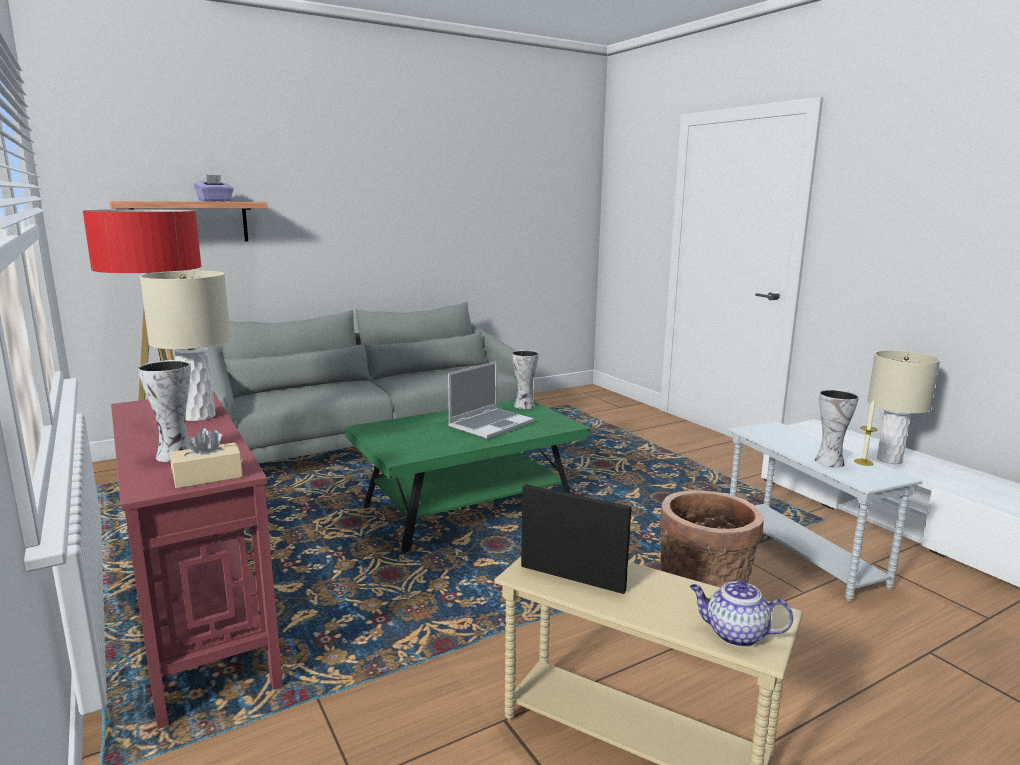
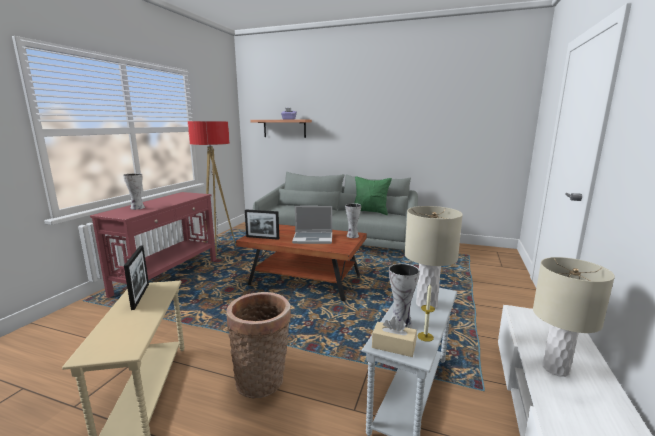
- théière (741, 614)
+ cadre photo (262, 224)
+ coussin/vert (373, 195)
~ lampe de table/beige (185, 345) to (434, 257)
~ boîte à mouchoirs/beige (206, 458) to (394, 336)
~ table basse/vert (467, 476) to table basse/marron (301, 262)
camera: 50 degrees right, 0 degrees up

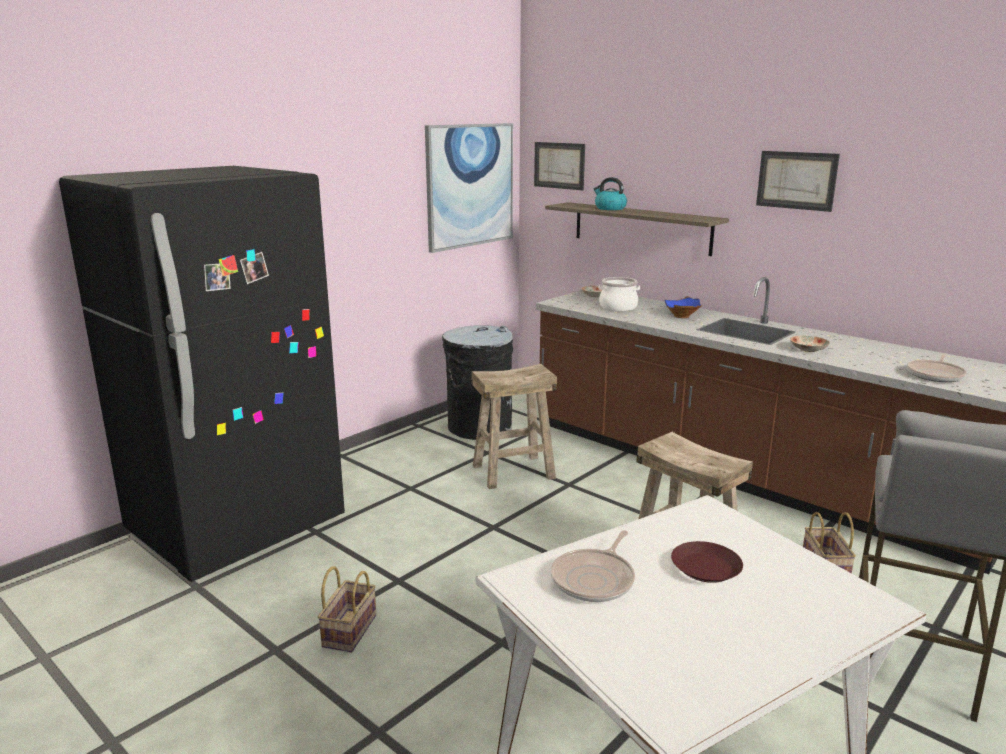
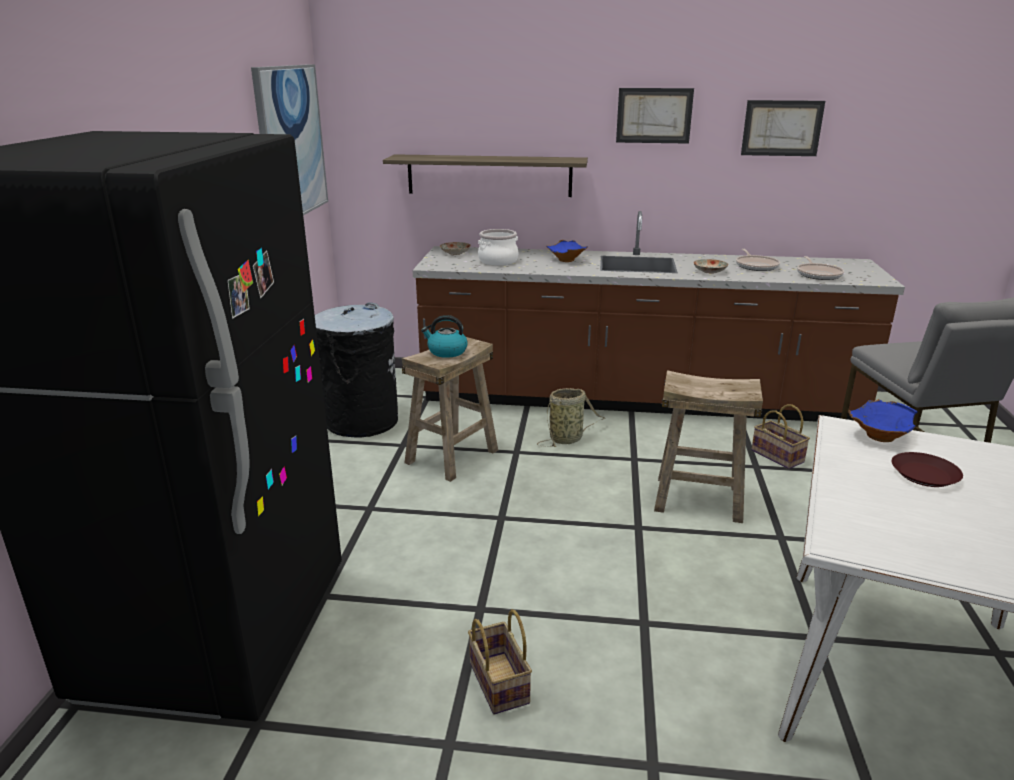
+ panier (571, 417)
+ bol/bleu (882, 420)
~ tableau (559, 166) to (783, 128)
~ poêle (593, 566) to (758, 260)
~ bouilloire (610, 193) to (444, 336)
camera: 35 degrees left, 5 degrees up

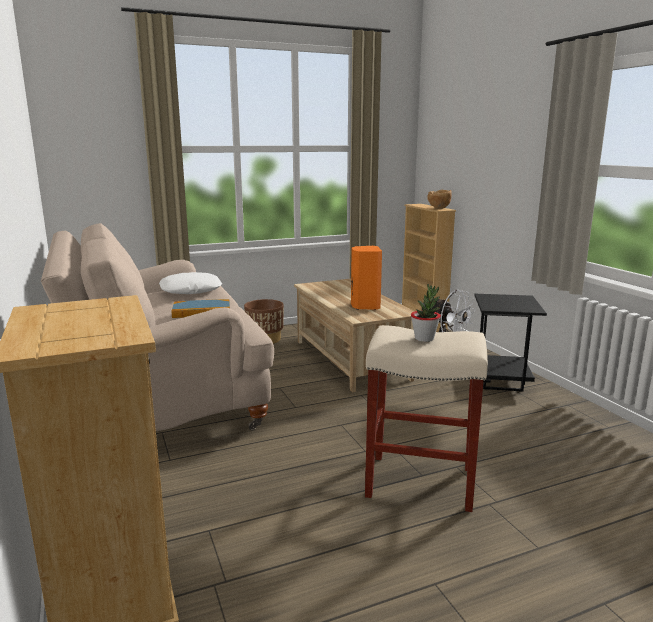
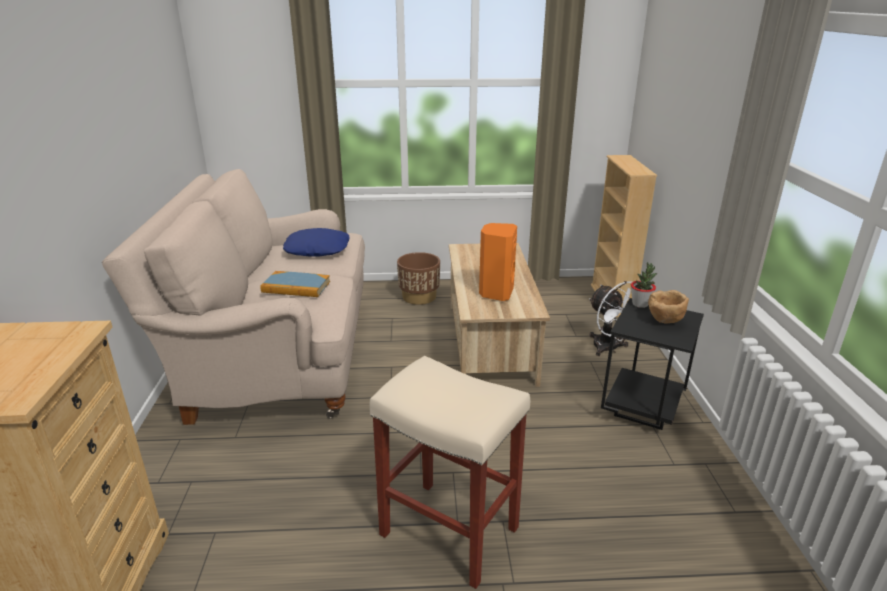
~ plante en pot (426, 313) to (644, 285)
~ bol/marron (439, 199) to (668, 307)
~ coussin/blanc (190, 283) to coussin/bleu (316, 242)
camera: 20 degrees right, 10 degrees up

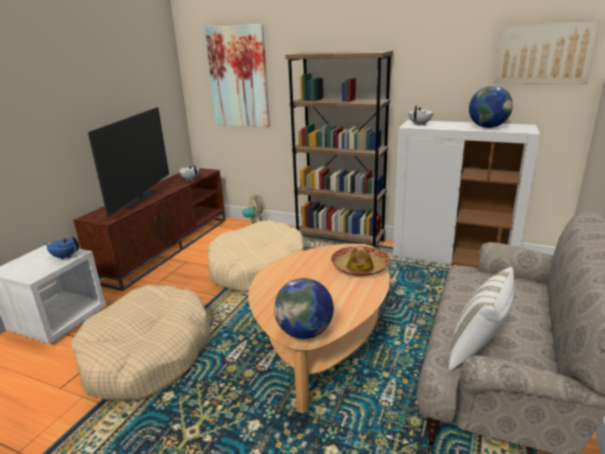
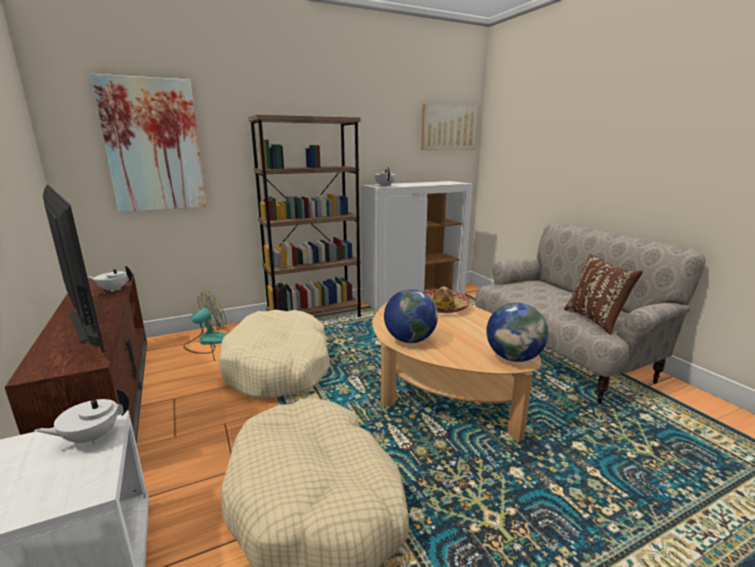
~ globe (491, 107) to (411, 316)
~ théière/bleu (61, 248) to théière/blanc (81, 416)
~ coussin/blanc (481, 319) to coussin/marron (603, 294)
camera: 50 degrees left, 5 degrees down

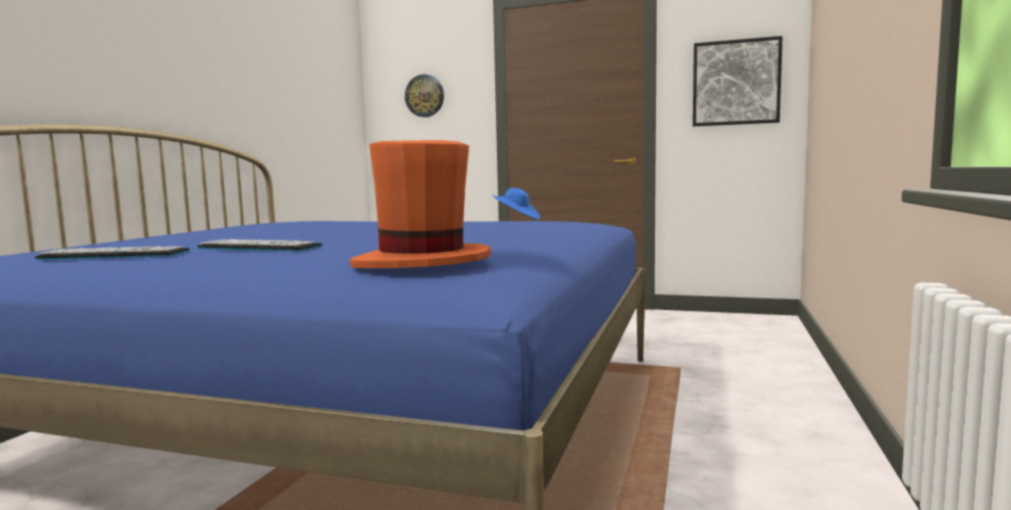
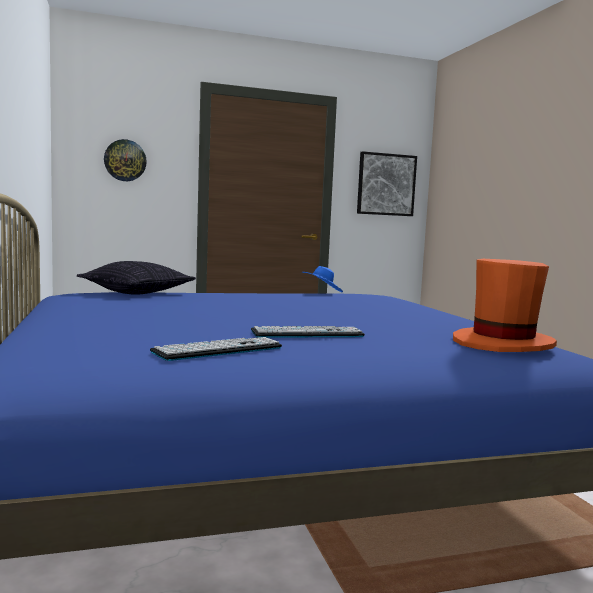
+ coussin (136, 278)
camera: 35 degrees left, 0 degrees up

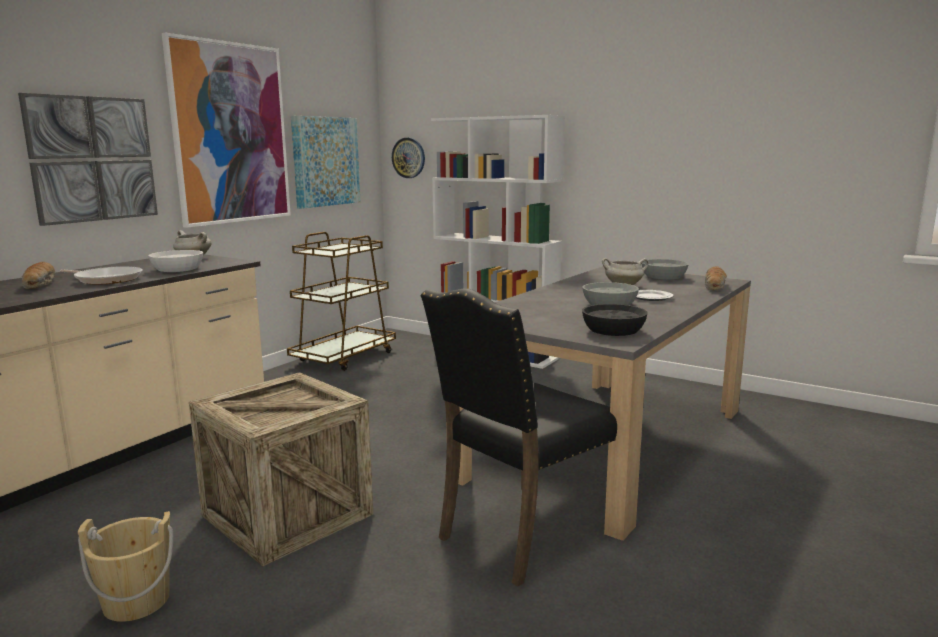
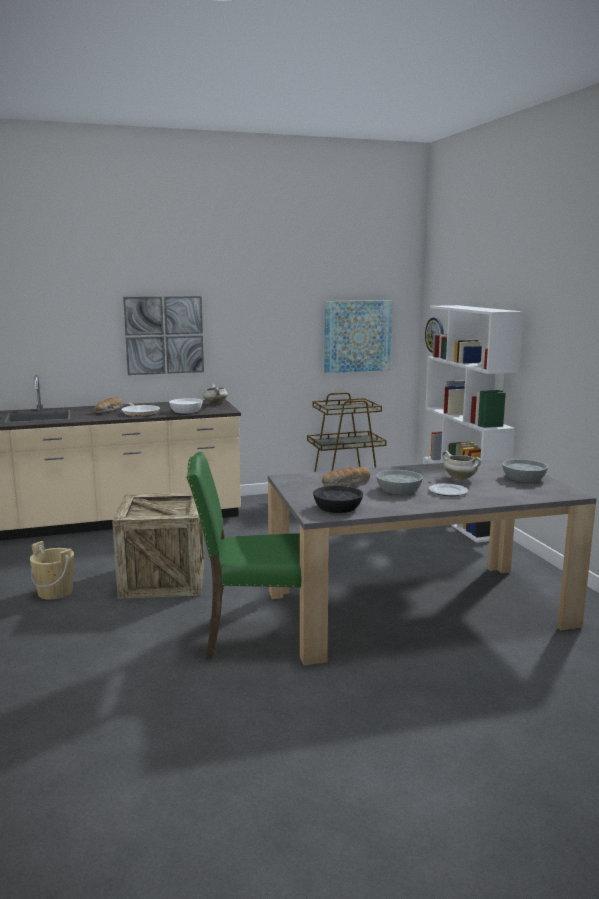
- tableau (226, 130)
~ pain (716, 278) to (346, 476)
~ chaise/noir (519, 438) to chaise/vert (243, 555)
camera: 40 degrees right, 0 degrees up

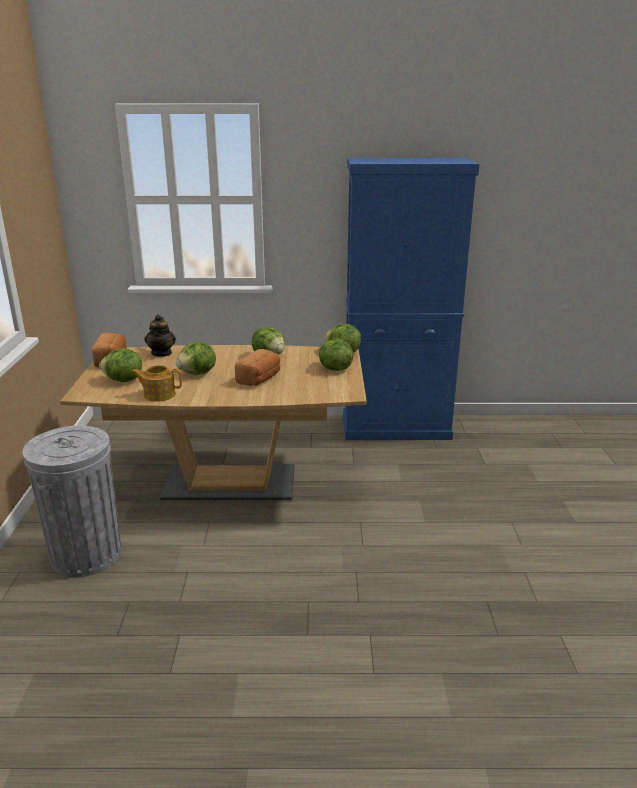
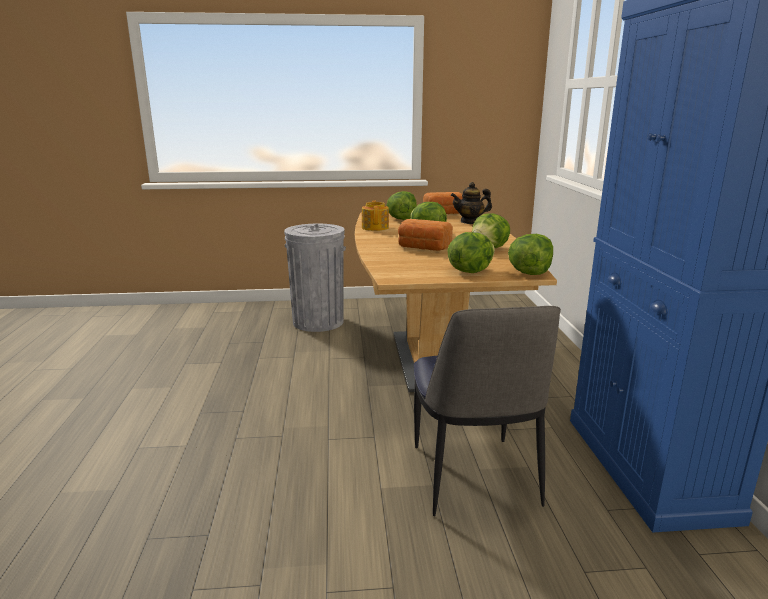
+ chaise (487, 411)
camera: 85 degrees right, 5 degrees down

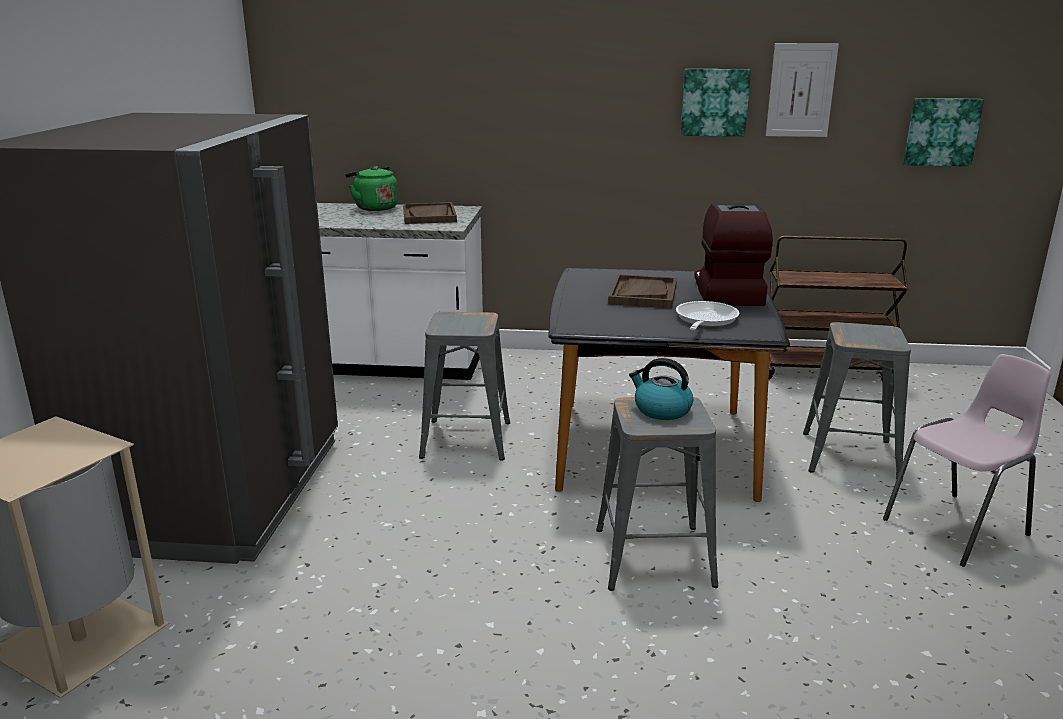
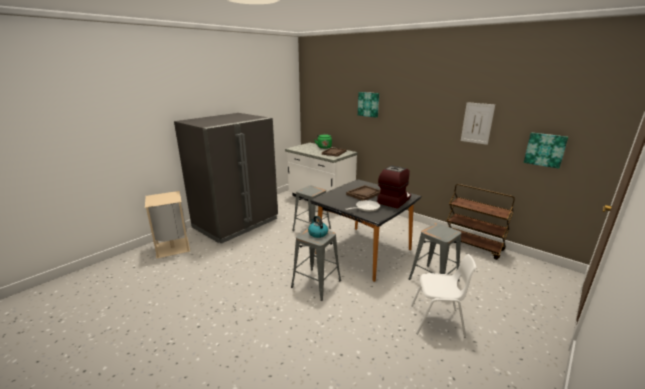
~ tableau (716, 102) to (368, 105)
~ chaise/rose (967, 460) to chaise/blanc (444, 296)
camera: 35 degrees right, 0 degrees up

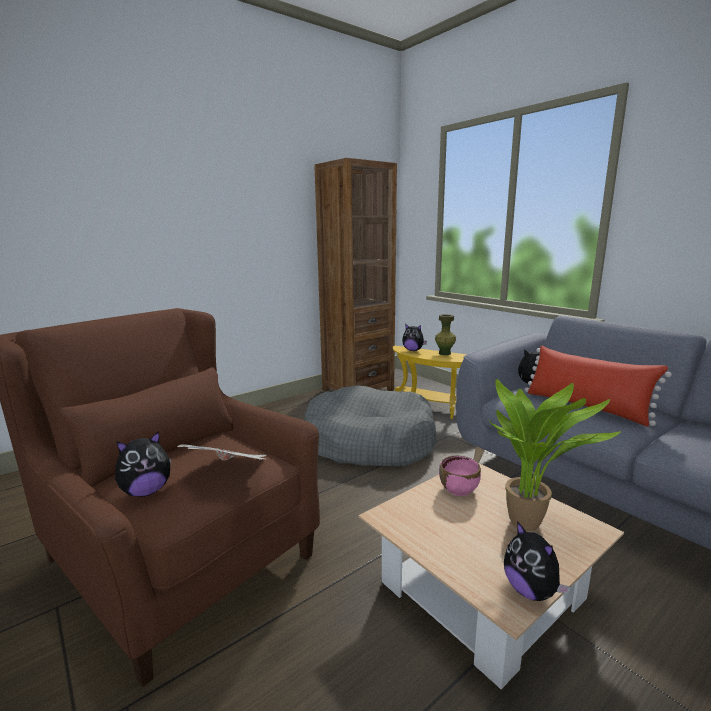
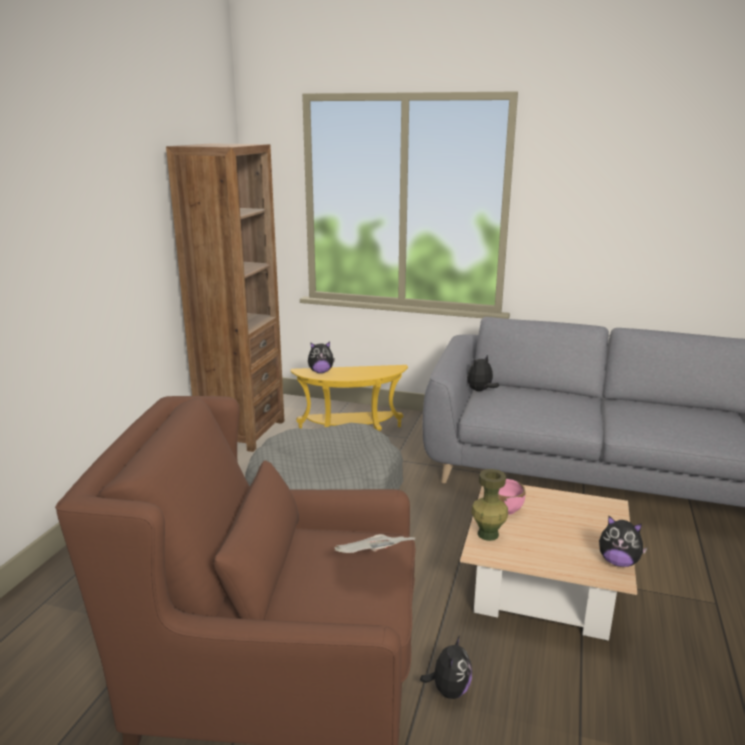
- plante en pot (554, 455)
- coussin/rouge (598, 386)
~ peluche (143, 464) to (446, 667)
~ vase/vert (445, 334) to (489, 505)
camera: 35 degrees left, 5 degrees up

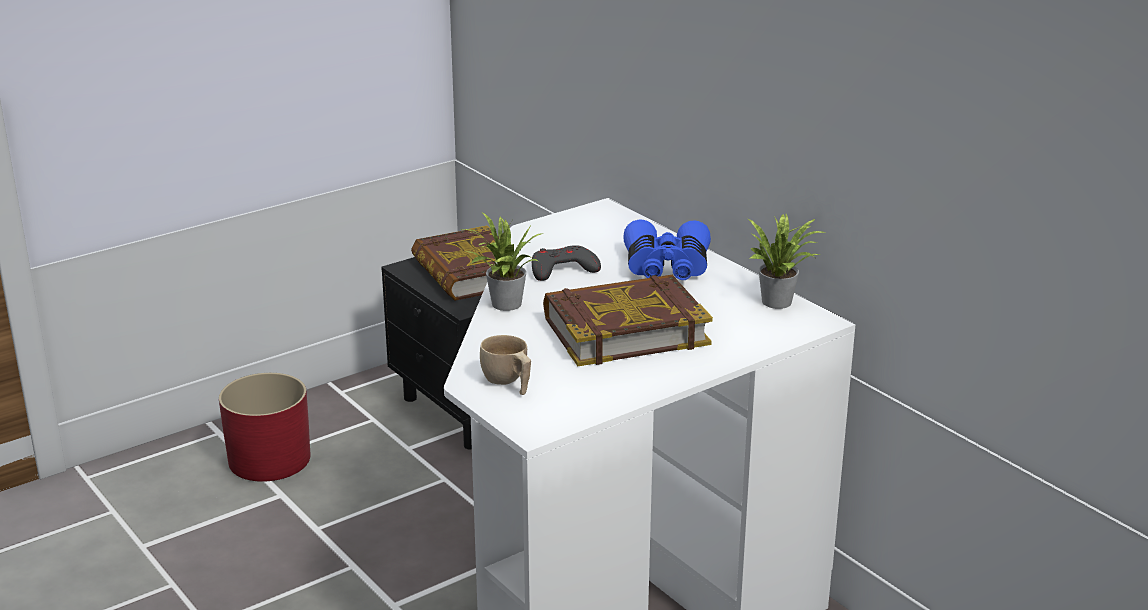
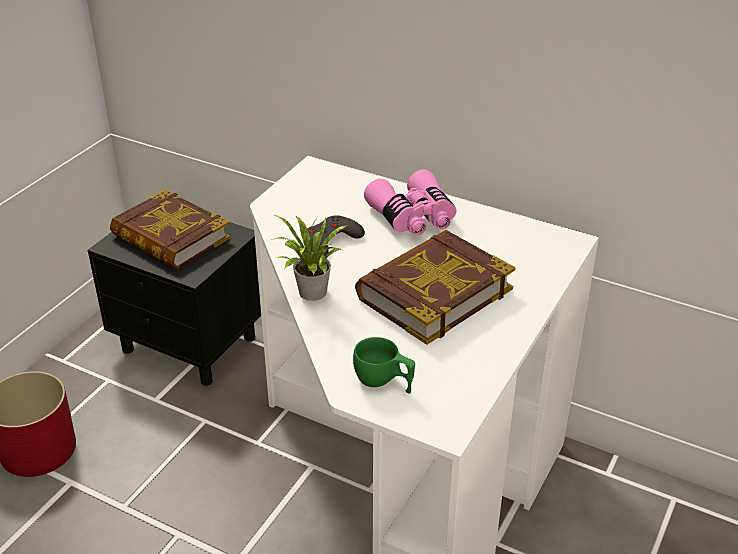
- plante en pot (786, 261)
~ tasse/beige (505, 365) to tasse/vert (384, 365)
~ jumelles/bleu (667, 249) to jumelles/rose (410, 202)
camera: 25 degrees left, 10 degrees up

